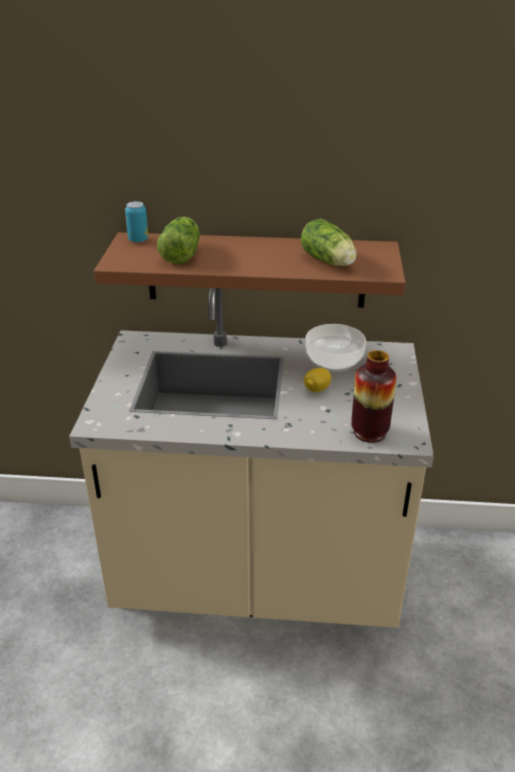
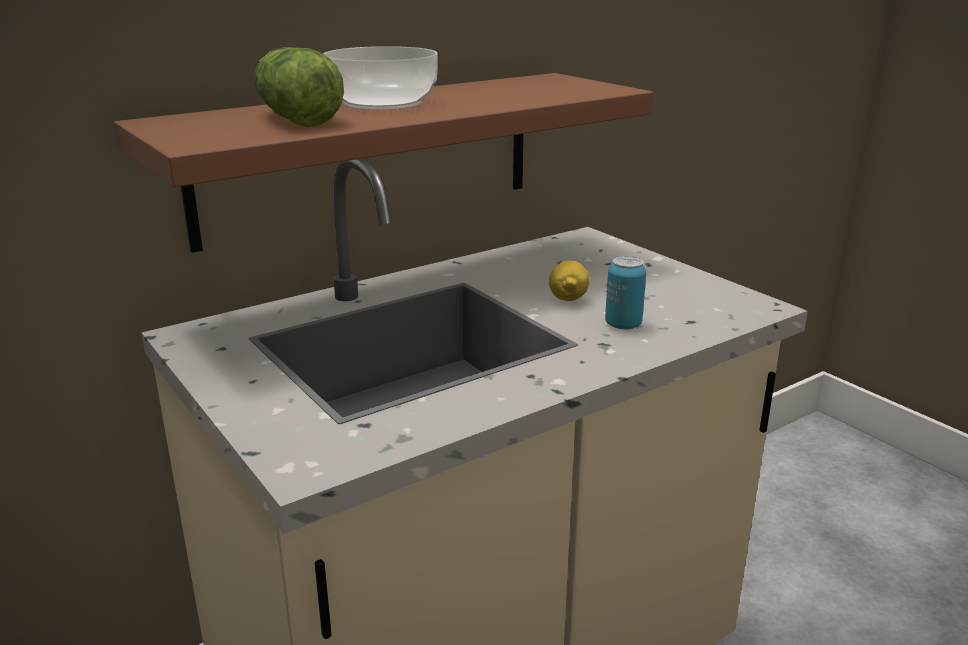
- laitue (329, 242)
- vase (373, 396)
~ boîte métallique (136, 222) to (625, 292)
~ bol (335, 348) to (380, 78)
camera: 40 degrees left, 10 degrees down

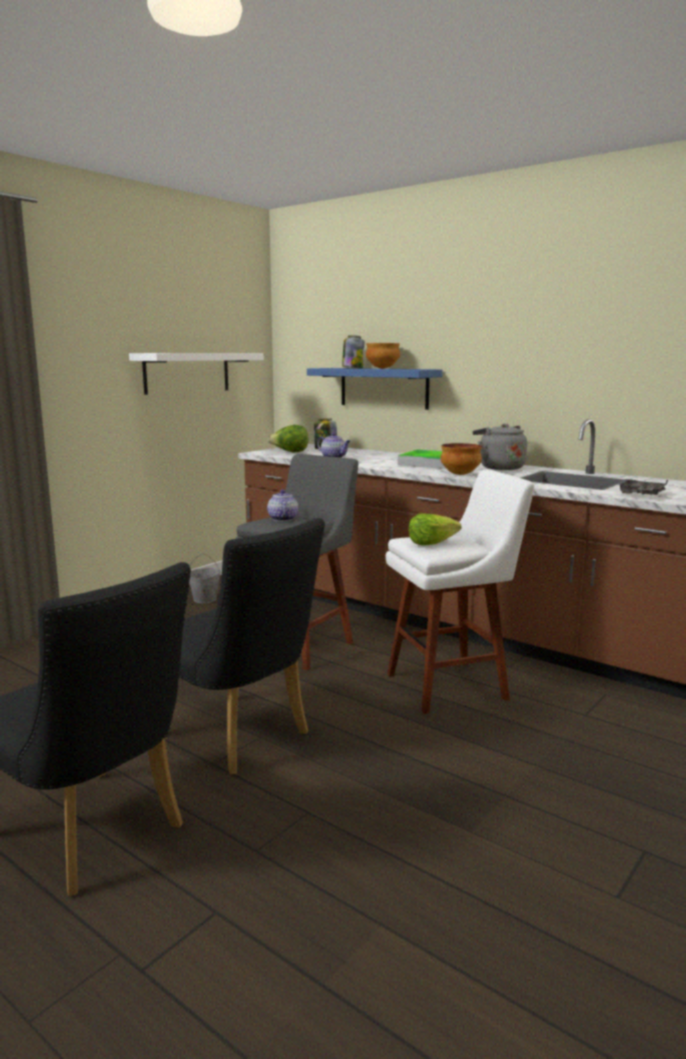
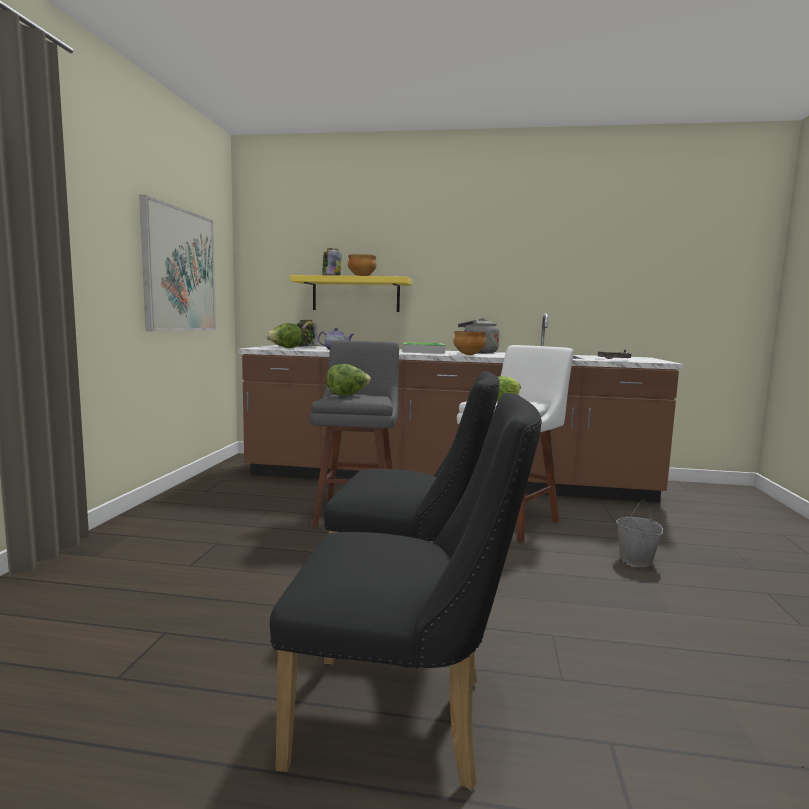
~ seau/gris (205, 578) to (639, 533)
~ étagère/blanc (196, 374) to tableau (177, 263)
~ théière (282, 505) to laitue (348, 380)
~ étagère/bleu (375, 389) to étagère/jaune (351, 293)
camera: 30 degrees left, 5 degrees down

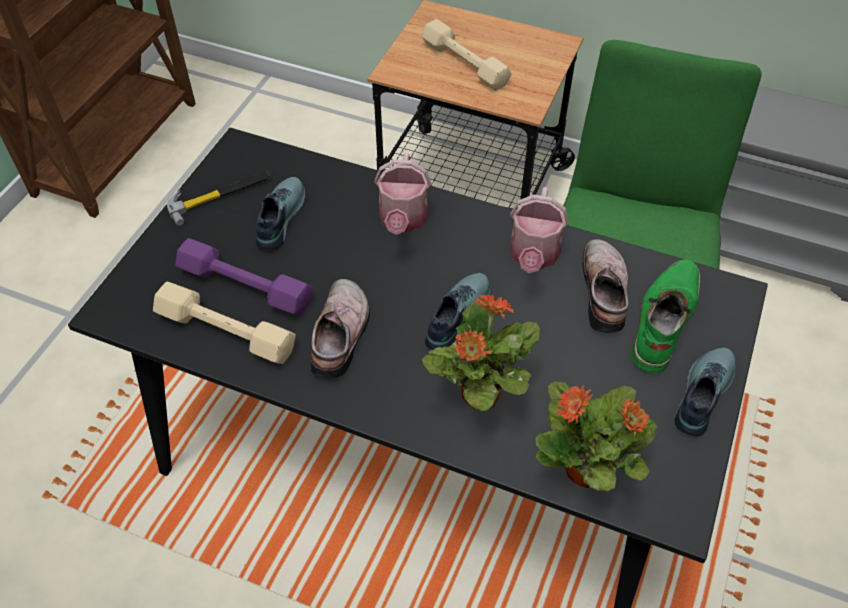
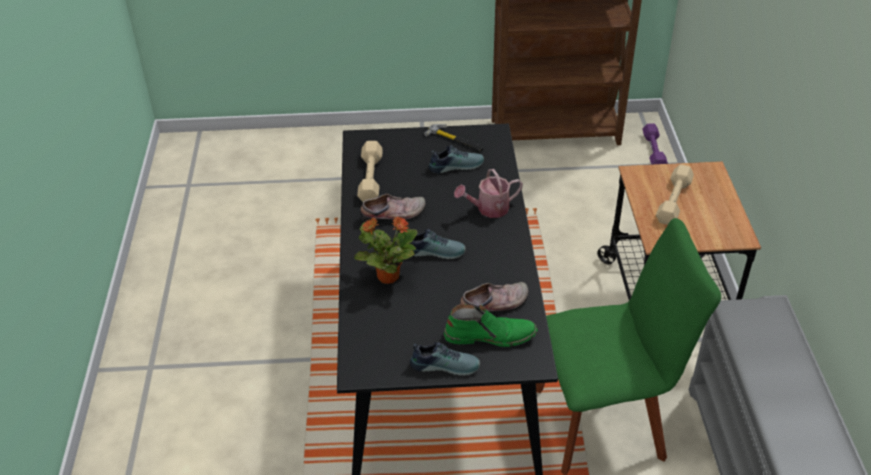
- arrosoir (539, 230)
- plante en pot (596, 436)
~ haltère/violet (244, 277) to (655, 144)
camera: 65 degrees right, 10 degrees down

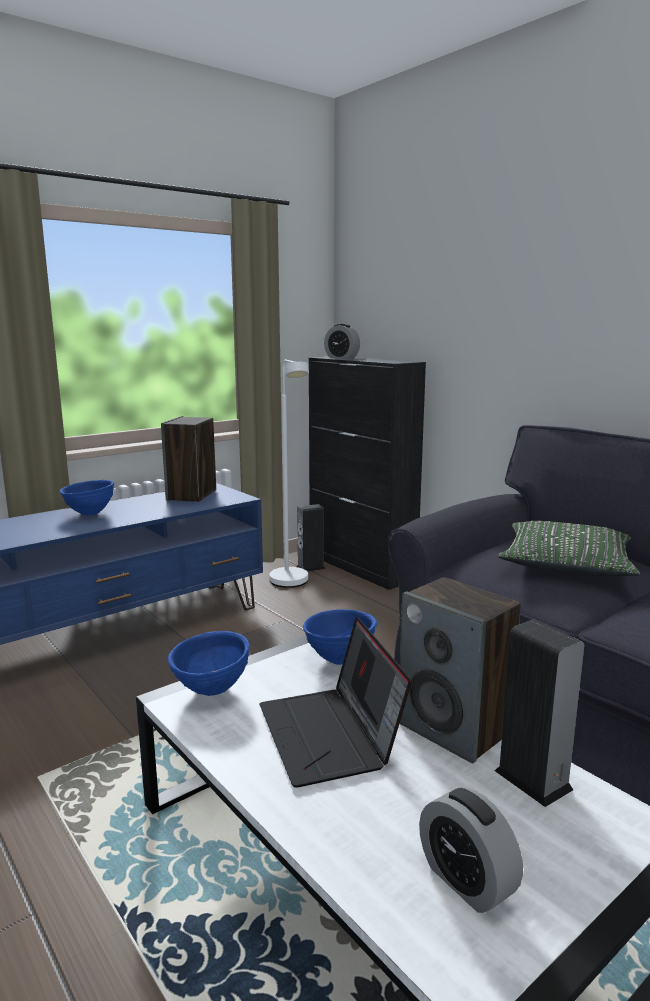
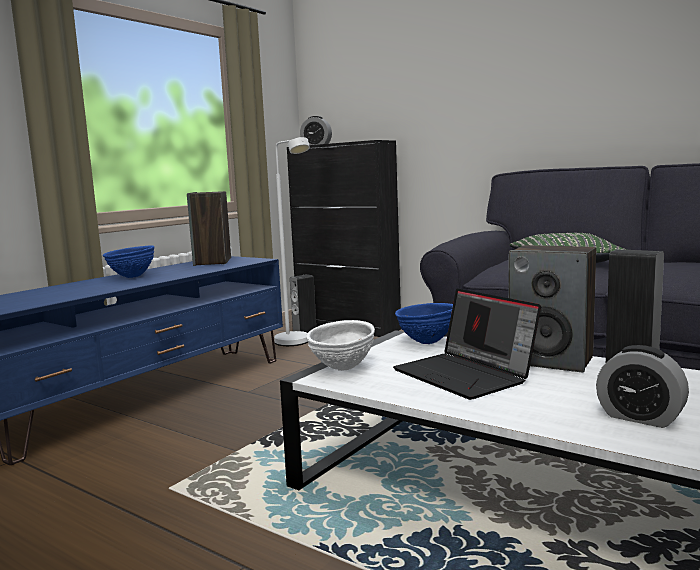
~ bol/bleu (208, 663) to bol/blanc (340, 345)
camera: 15 degrees left, 5 degrees down

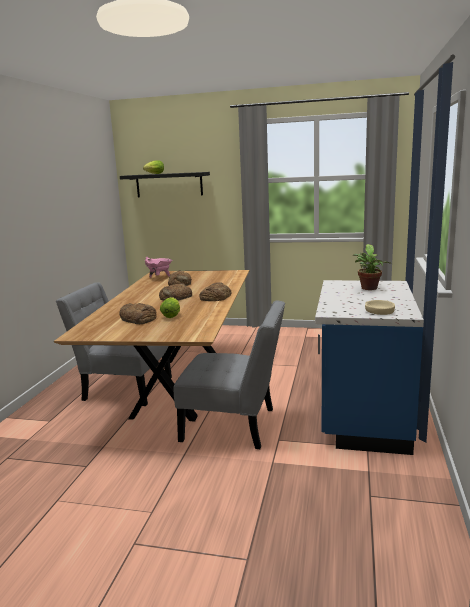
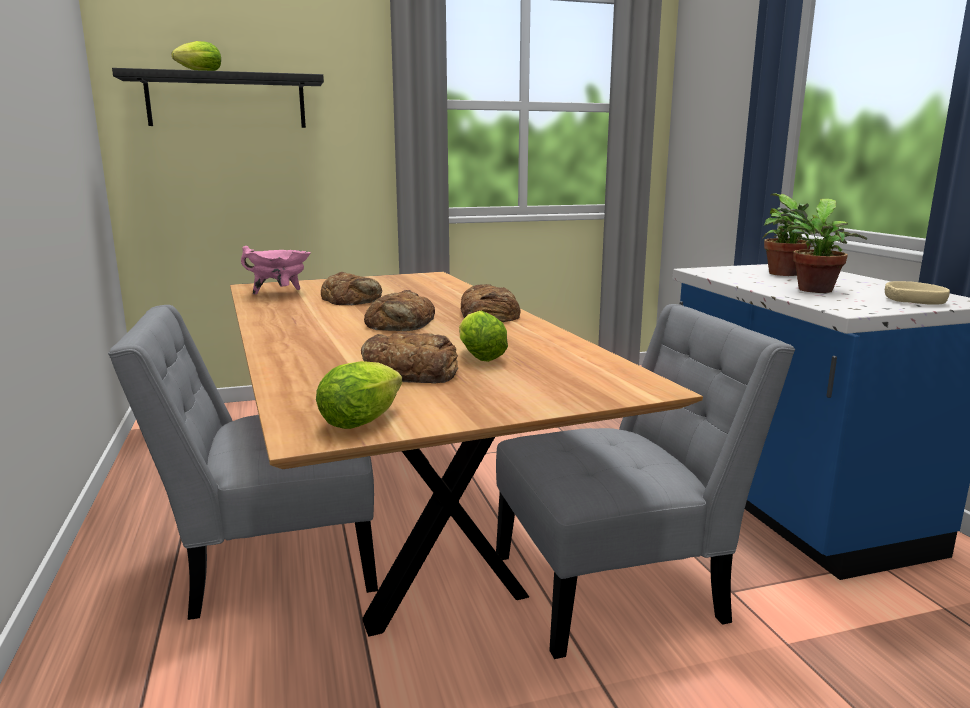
+ laitue (359, 395)
+ plante en pot (824, 246)
camera: 30 degrees left, 0 degrees up

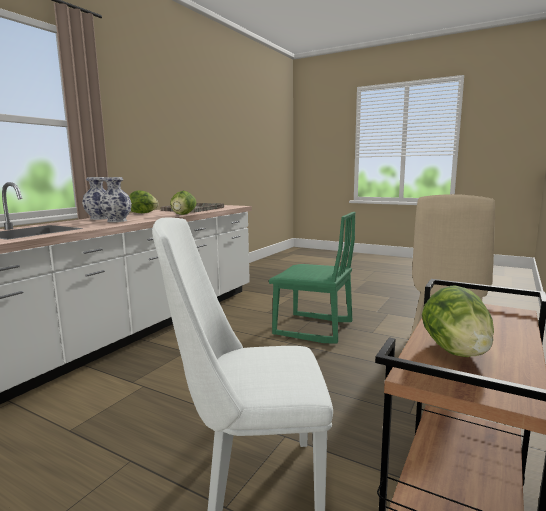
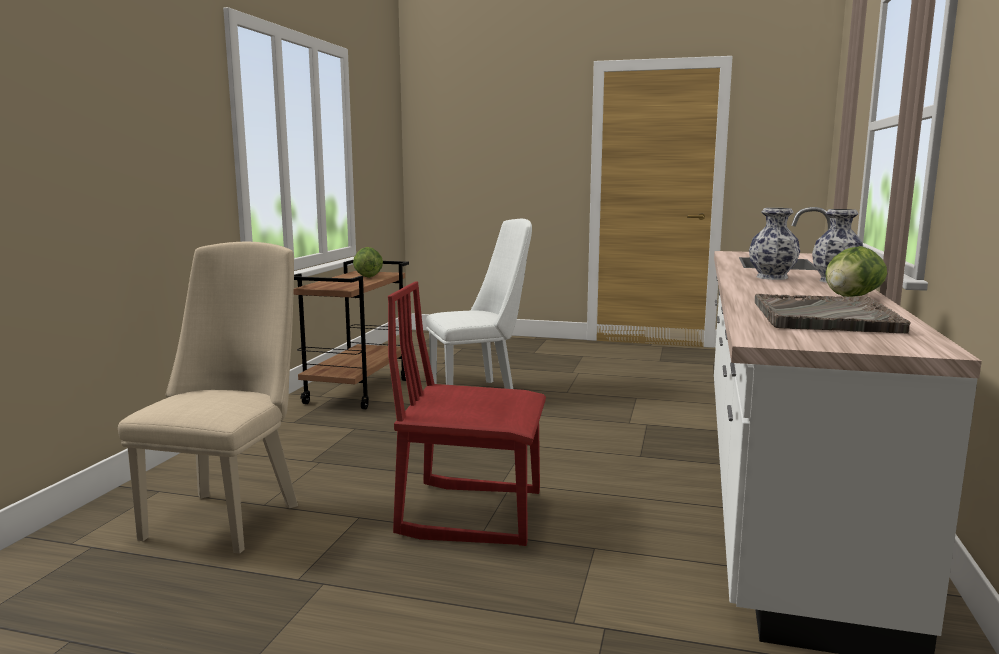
- laitue (183, 203)
~ chaise/vert (312, 278) to chaise/rouge (467, 414)
camera: 165 degrees right, 0 degrees up

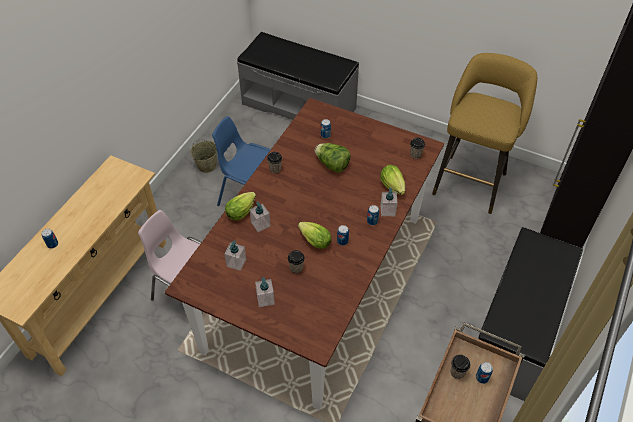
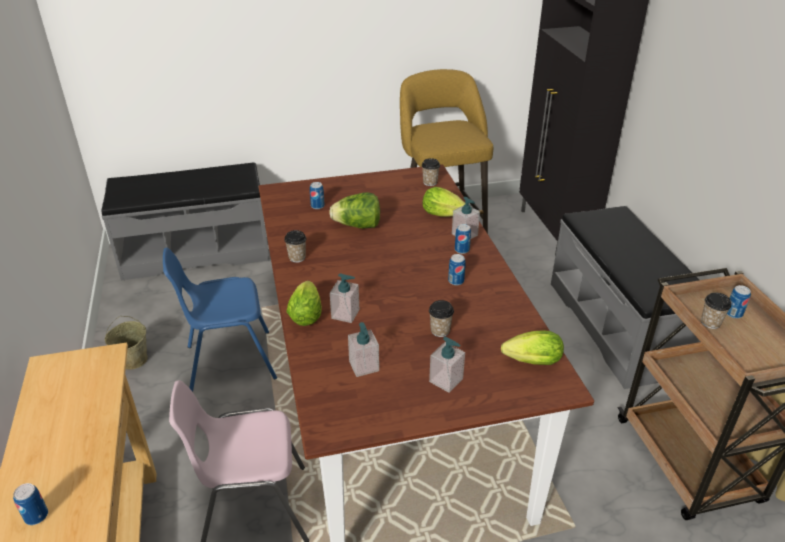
~ laitue (314, 235) to (532, 347)
camera: 40 degrees left, 15 degrees down

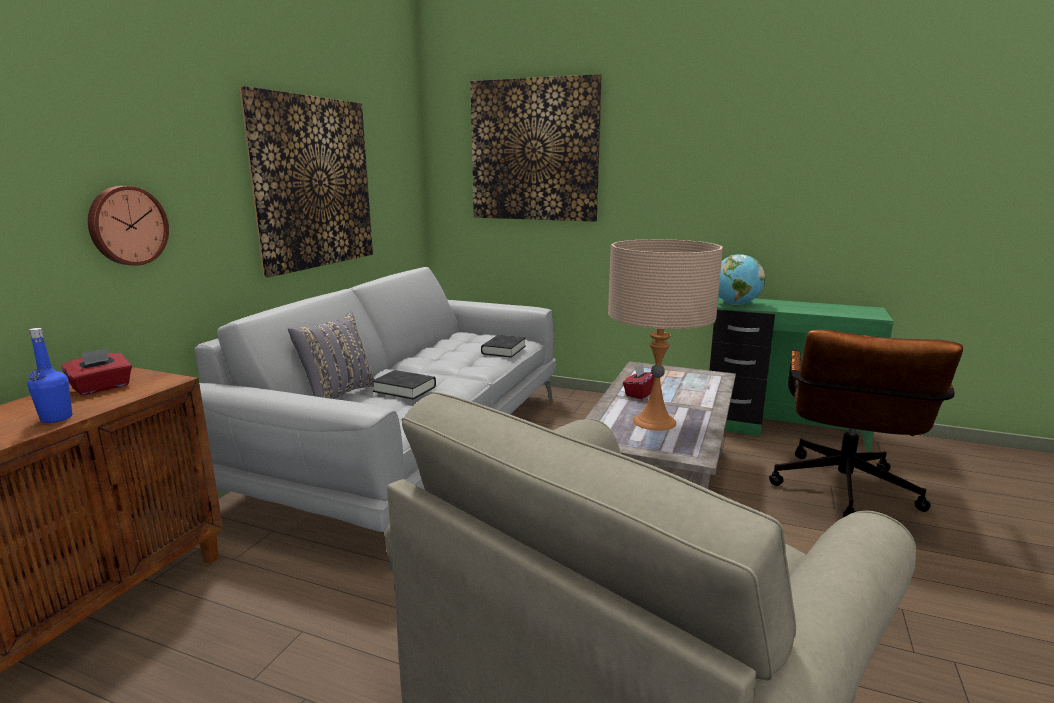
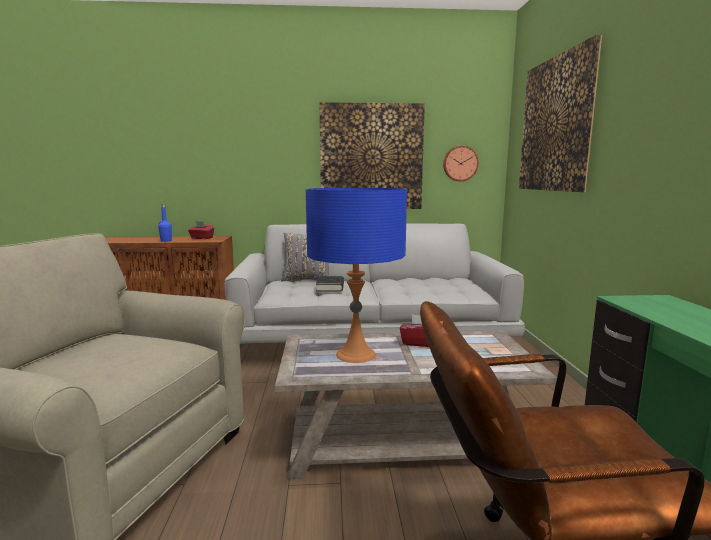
- livre/noir (503, 346)
- globe (741, 279)
~ horloge murale (128, 226) to (461, 163)
~ lampe de table/beige (665, 335) to lampe de table/bleu (356, 275)
camera: 65 degrees right, 5 degrees down

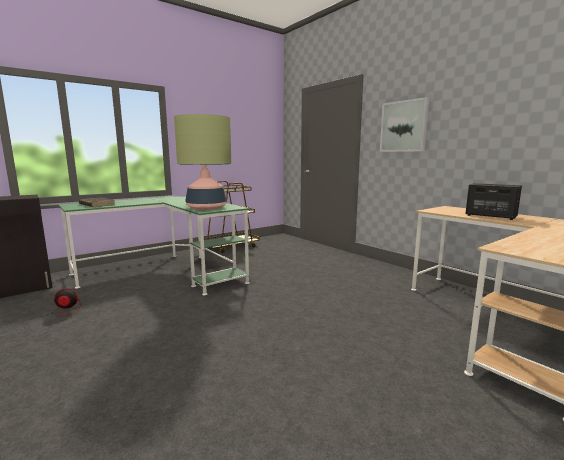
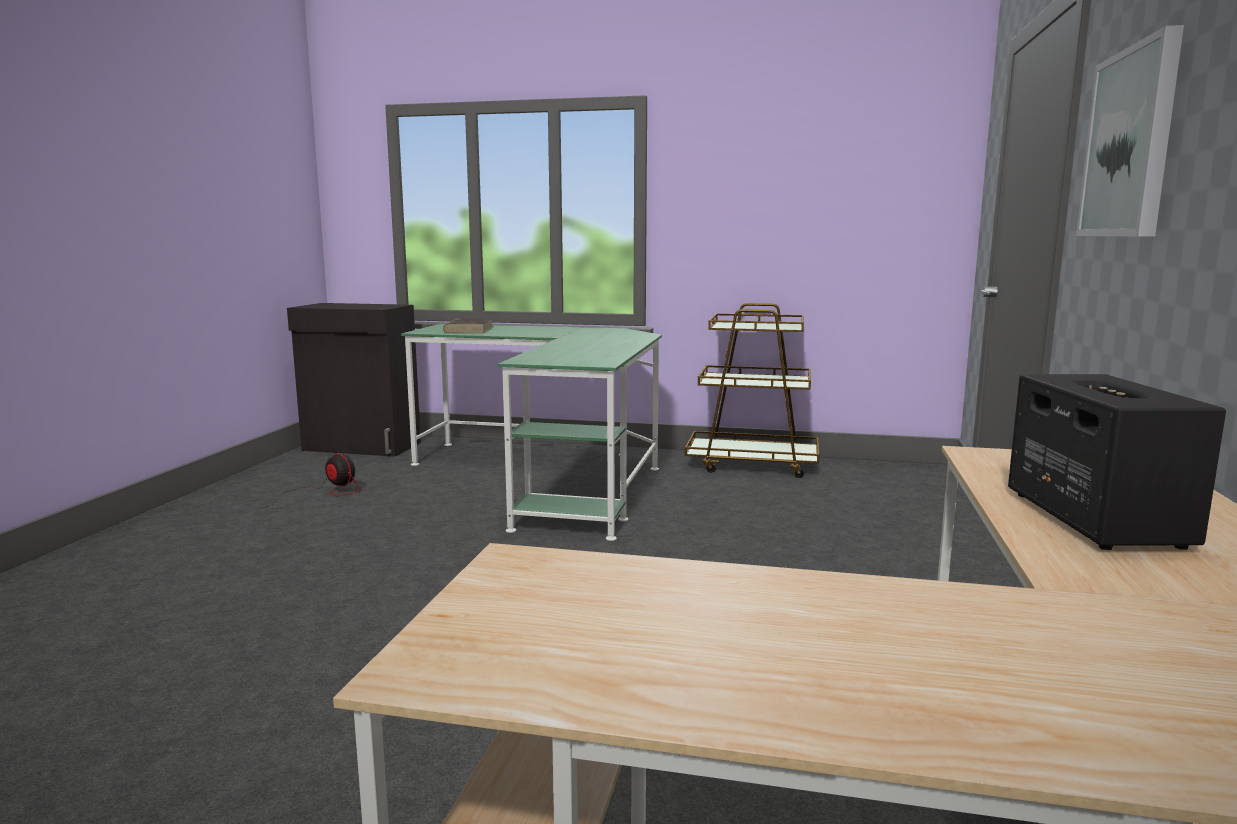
- lampe de table (203, 162)
camera: 50 degrees right, 0 degrees up

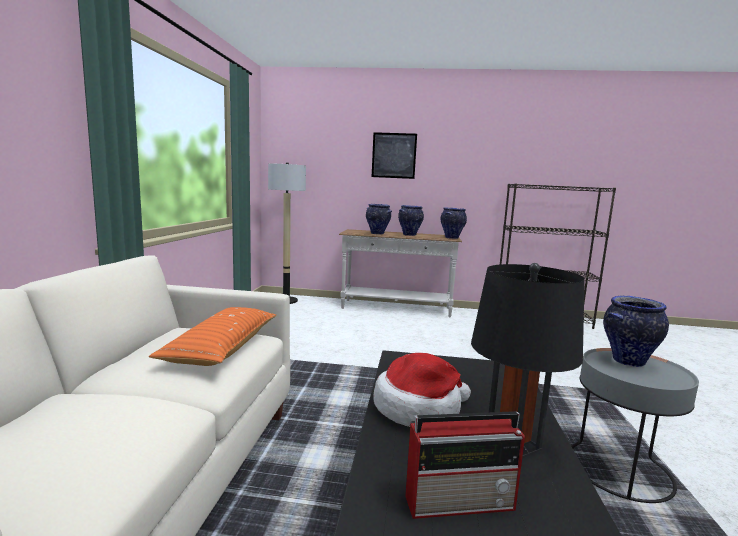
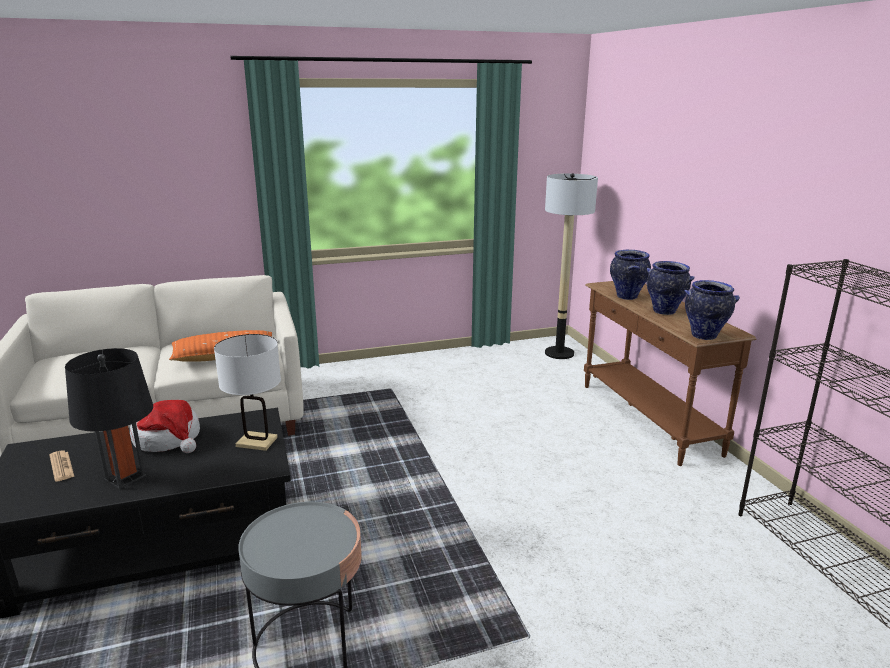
- tableau (394, 155)
- vase (636, 331)
+ lampe de table/blanc (247, 392)
~ radio (465, 465) to journal (61, 466)
~ table console/blanc (400, 273) to table console/marron (670, 373)
camera: 65 degrees right, 10 degrees up

